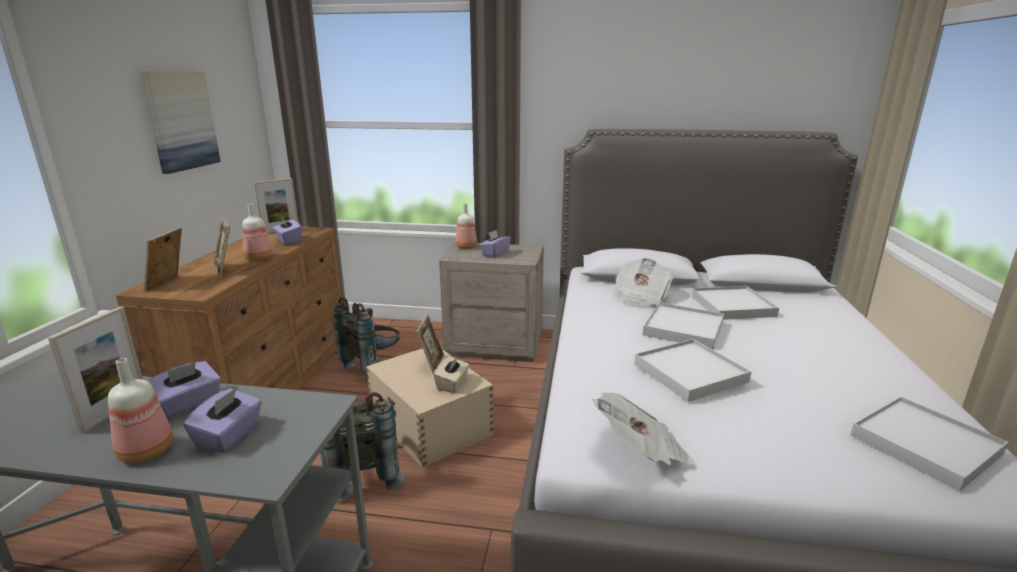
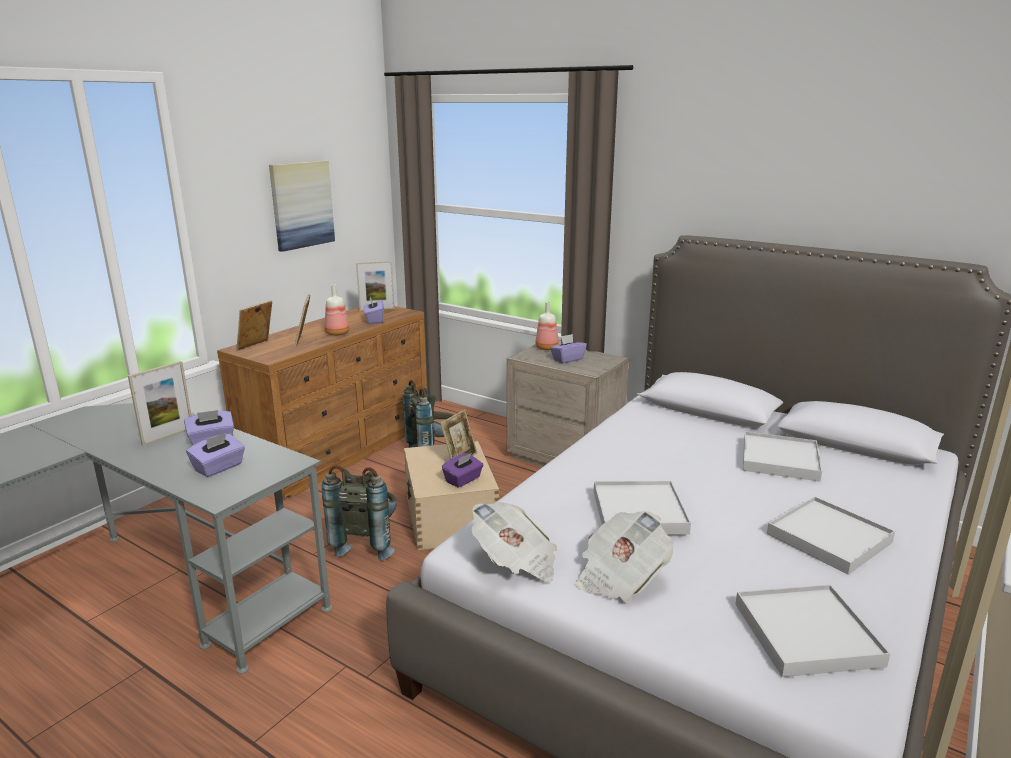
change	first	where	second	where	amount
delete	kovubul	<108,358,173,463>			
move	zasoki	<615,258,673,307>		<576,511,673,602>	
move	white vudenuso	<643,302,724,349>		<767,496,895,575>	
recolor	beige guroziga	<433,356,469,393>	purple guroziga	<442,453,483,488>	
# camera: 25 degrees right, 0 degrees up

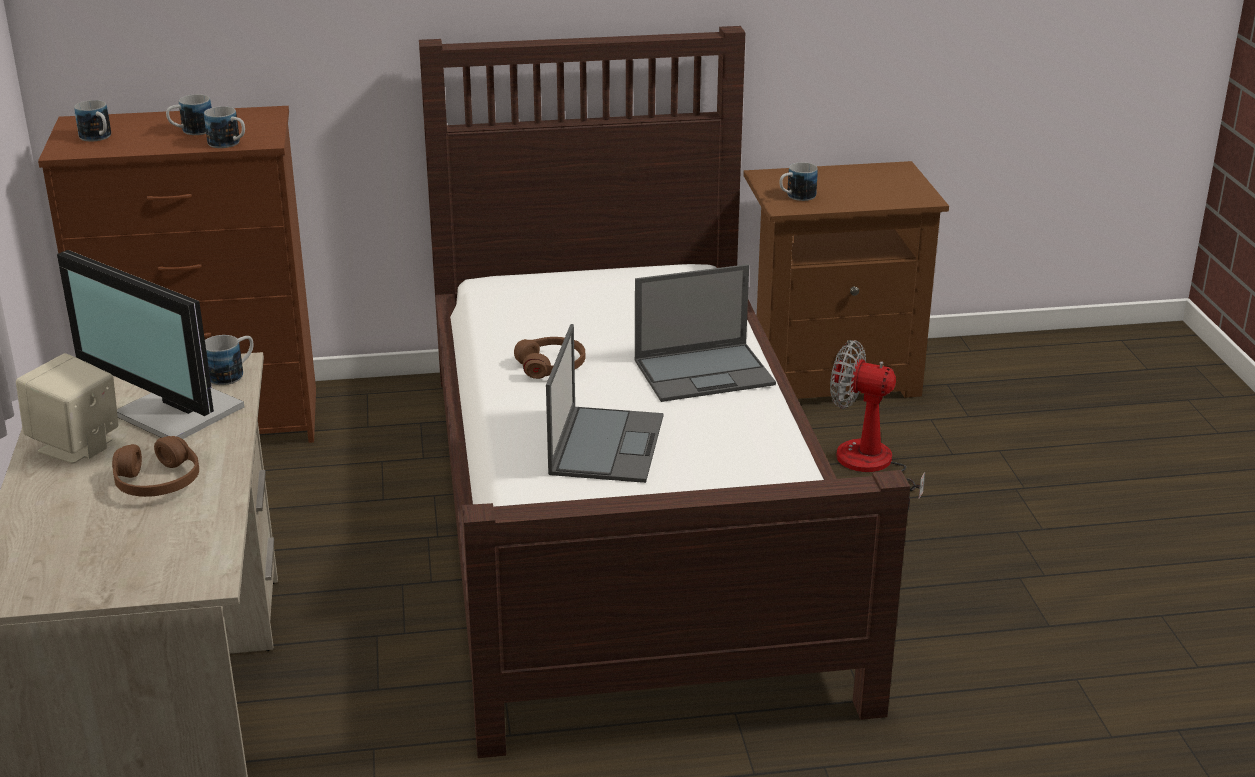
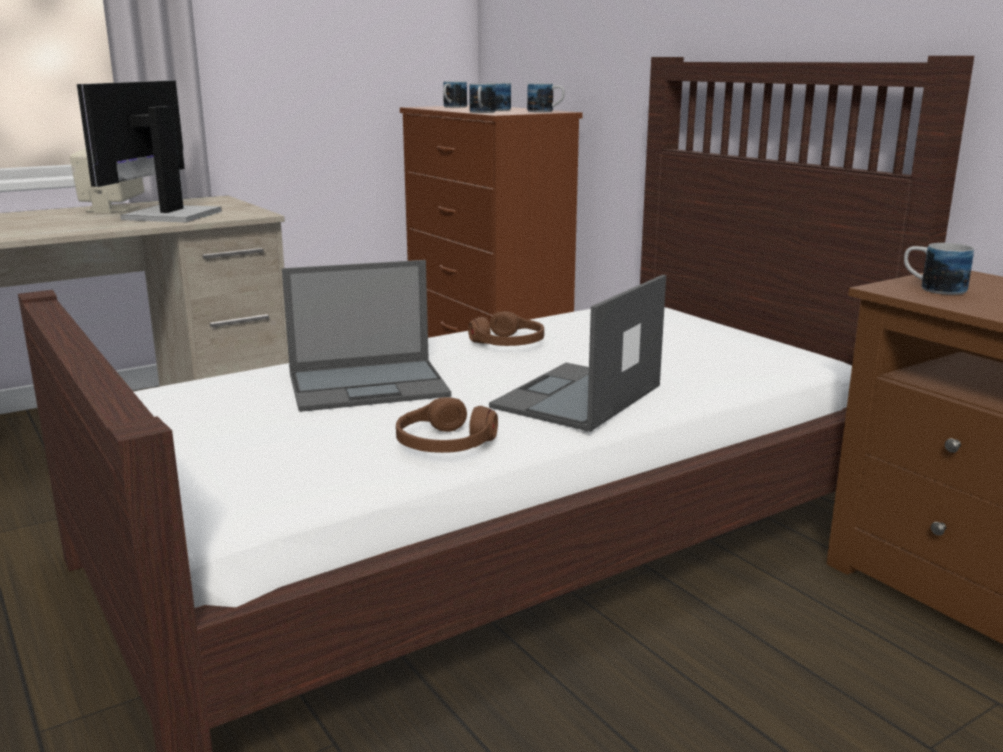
change	first	where	second	where	amount
delete	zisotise	<830,340,925,510>			
move	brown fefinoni	<112,436,199,497>		<396,397,498,453>	
move	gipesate	<205,335,253,385>		<527,83,565,112>	
rotate	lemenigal	<635,264,776,402>		<489,275,666,432>	75 degrees clockwise
# camera: 65 degrees right, 10 degrees down

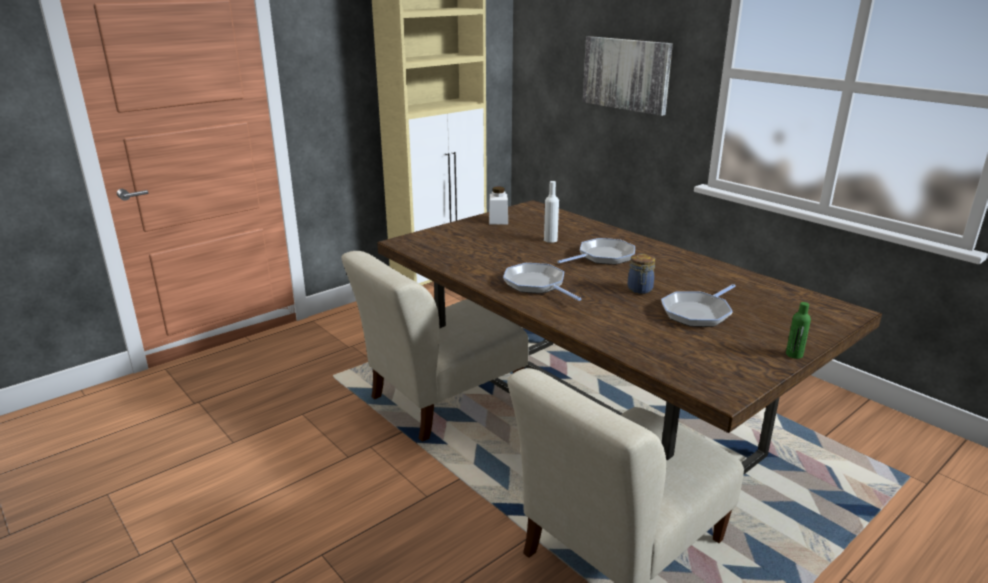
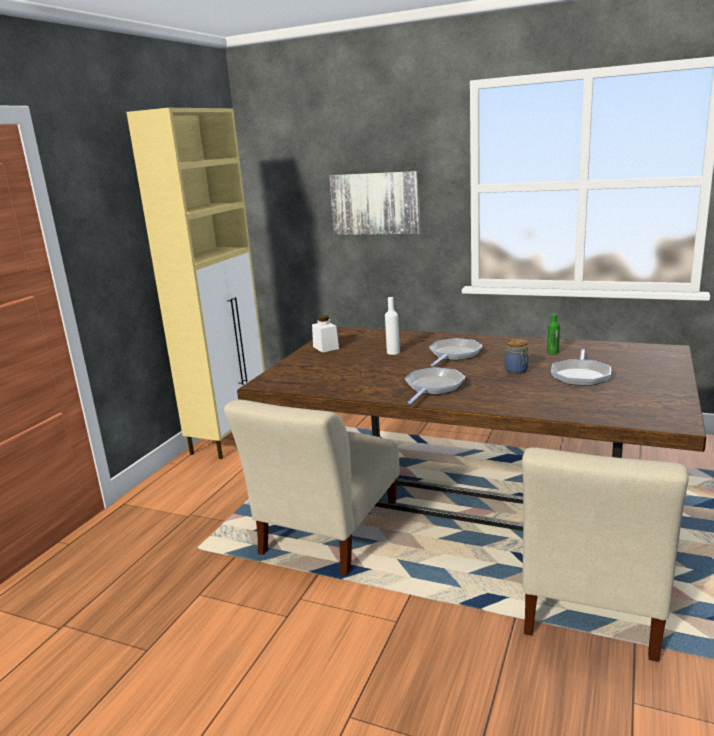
change	first	where	second	where	amount
move	green kovubul	<786,302,811,359>		<547,314,560,354>	
rotate	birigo	<503,263,582,301>		<405,367,465,404>	90 degrees clockwise
# camera: 25 degrees left, 5 degrees down

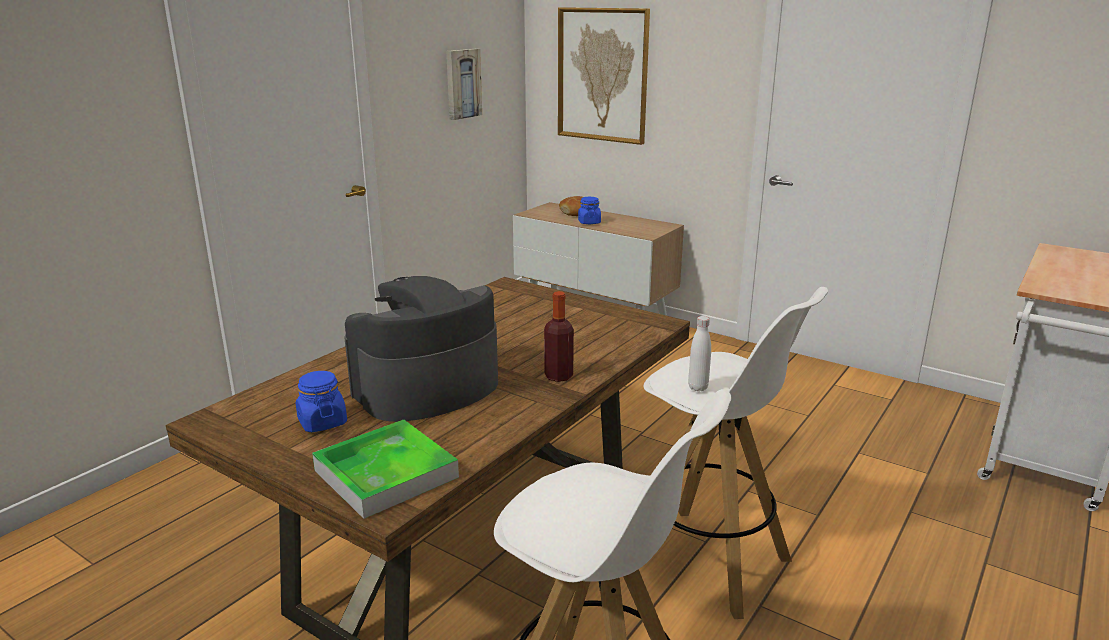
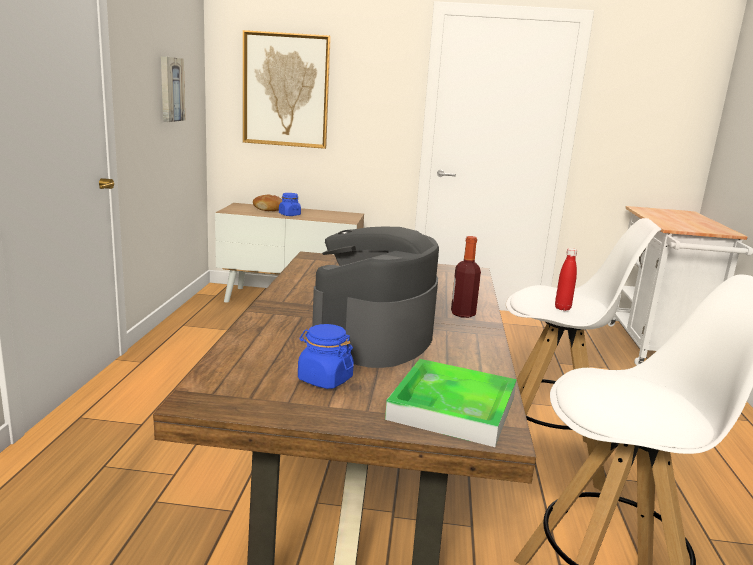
change	first	where	second	where	amount
recolor	white kovubul	<688,316,711,391>	red kovubul	<555,248,577,311>	
# camera: 30 degrees left, 5 degrees down

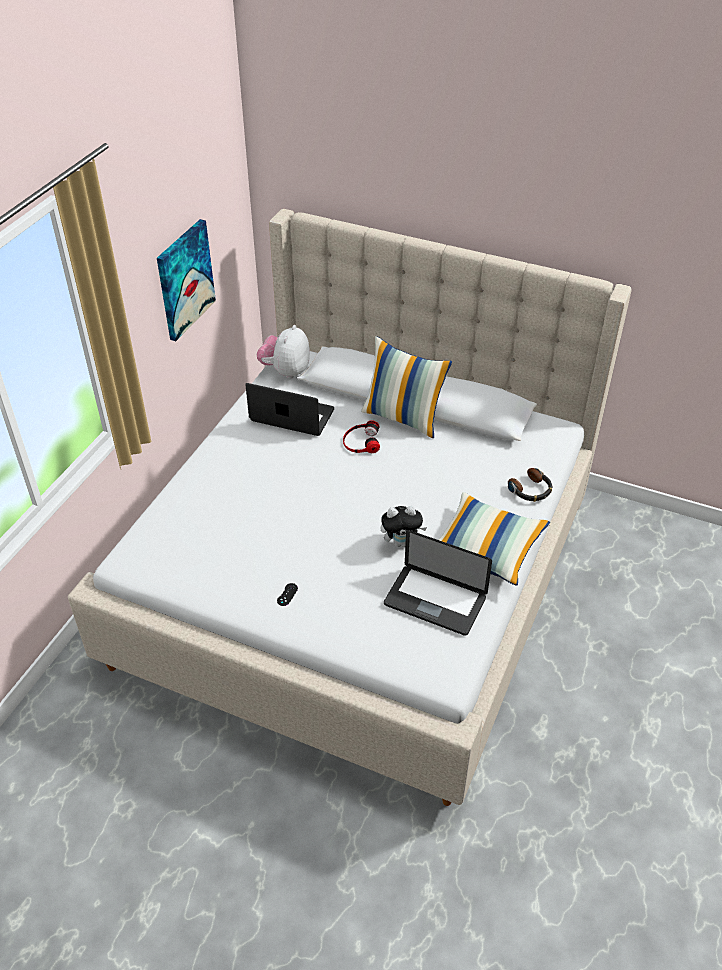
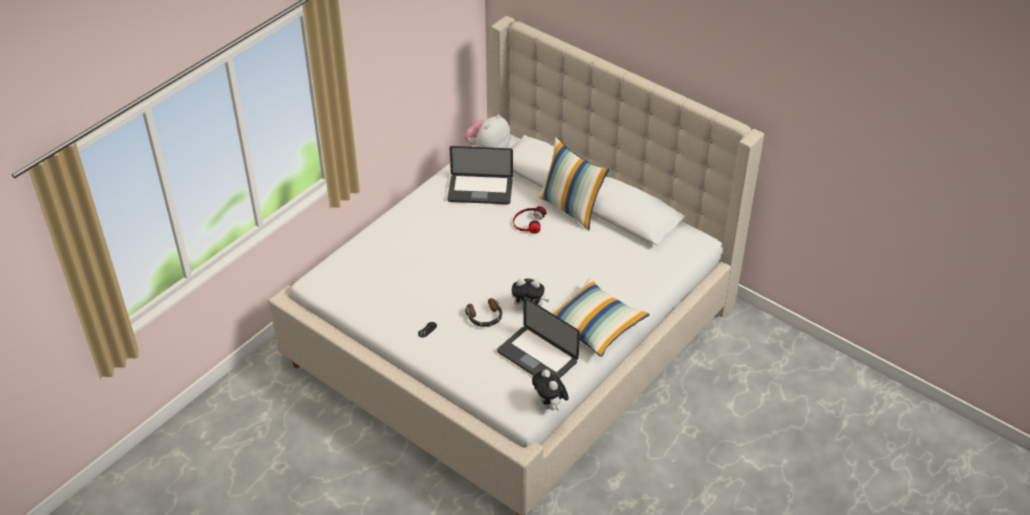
change	first	where	second	where	amount
delete	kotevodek	<157,219,216,341>			
insert			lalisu	<532,369,569,411>	
move	fefinoni	<508,468,553,502>		<465,298,502,327>	
rotate	lemenigal	<245,383,334,436>		<447,146,513,204>	150 degrees clockwise
# camera: 15 degrees right, 0 degrees up

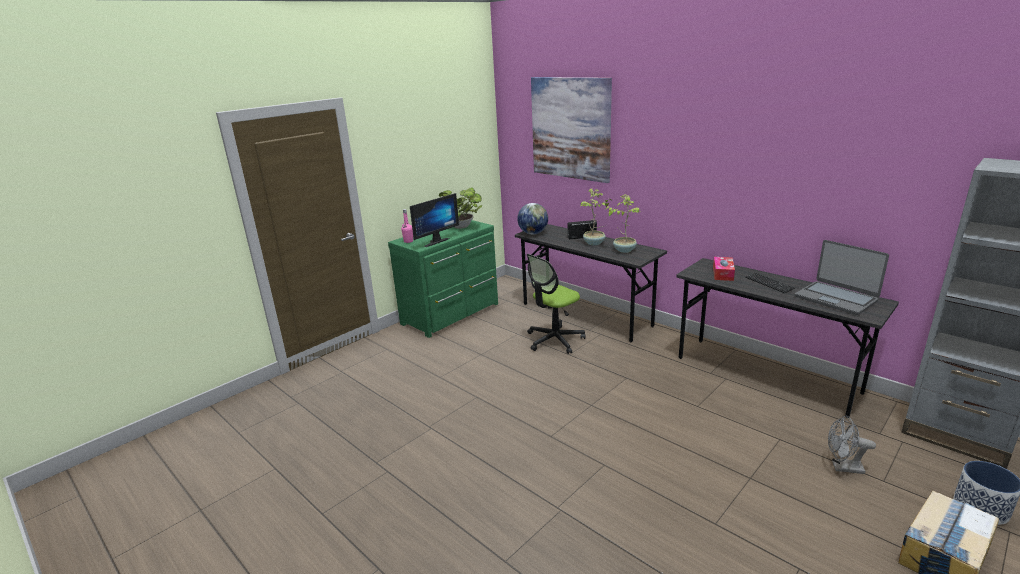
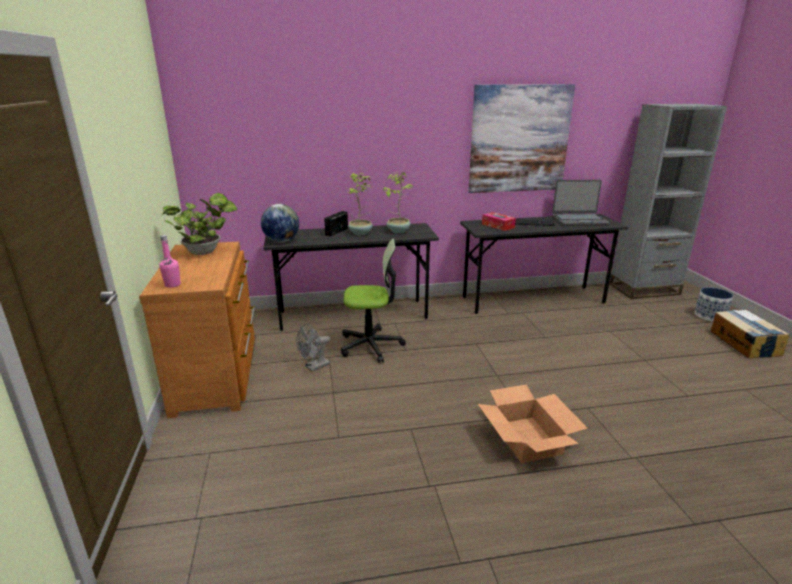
change	first	where	second	where	amount
delete	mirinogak	<410,193,459,247>			
insert			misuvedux	<478,385,588,463>	
move	kotevodek	<531,77,612,183>		<468,84,575,193>	
move	grey zisotise	<828,416,876,474>		<296,324,330,371>	
recolor	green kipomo	<388,220,498,338>	brown kipomo	<139,242,255,418>	
rotate	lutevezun	<527,254,586,354>		<341,239,406,363>	90 degrees counterclockwise
# camera: 55 degrees left, 0 degrees up

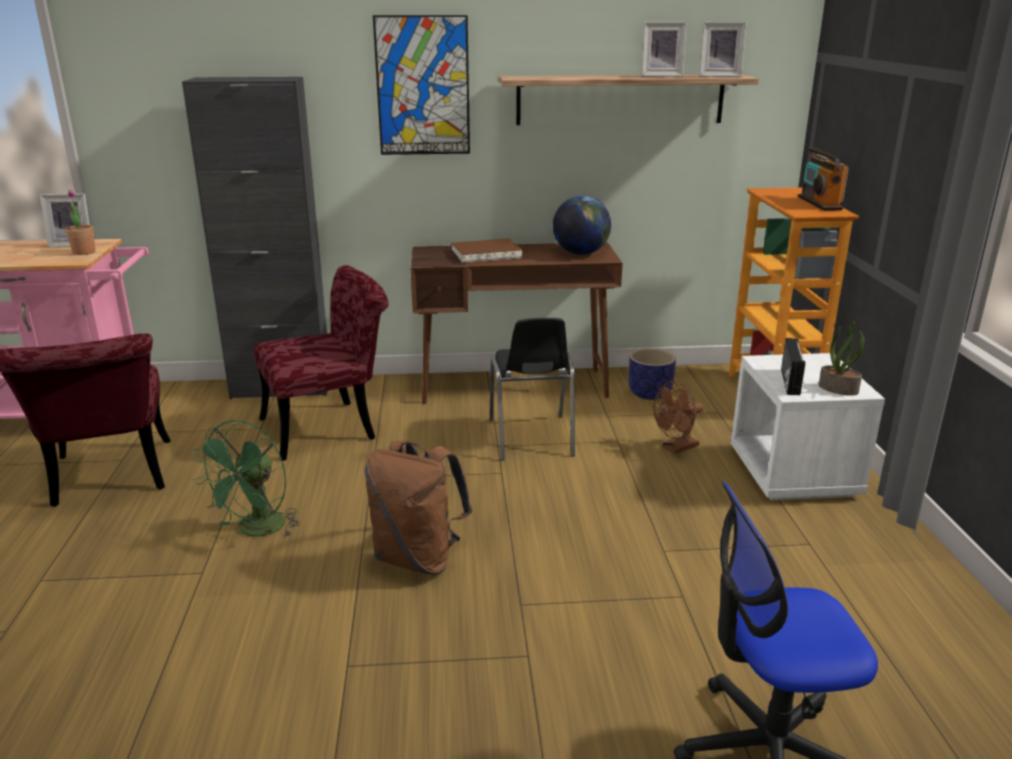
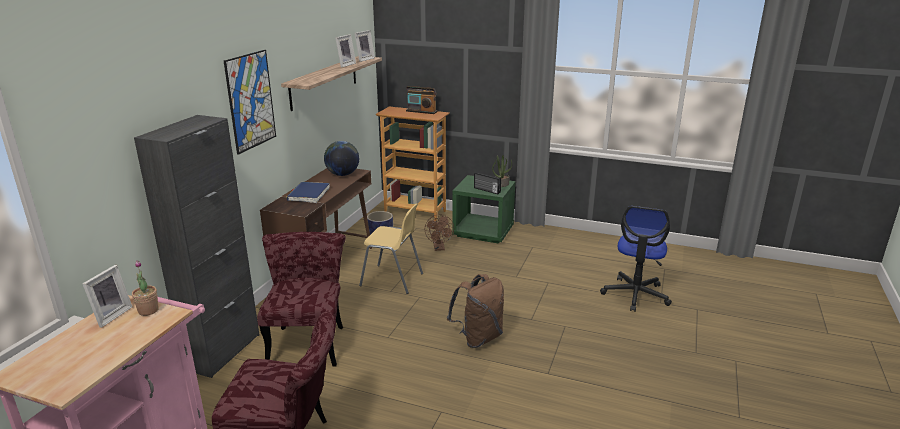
change	first	where	second	where	amount
delete	green zisotise	<193,420,300,537>			
recolor	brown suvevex	<451,238,522,263>	blue suvevex	<286,182,330,203>	
recolor	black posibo	<489,318,575,461>	yellow posibo	<359,203,423,294>	
recolor	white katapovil	<731,353,885,500>	green katapovil	<452,175,516,244>	
# camera: 65 degrees left, 0 degrees up

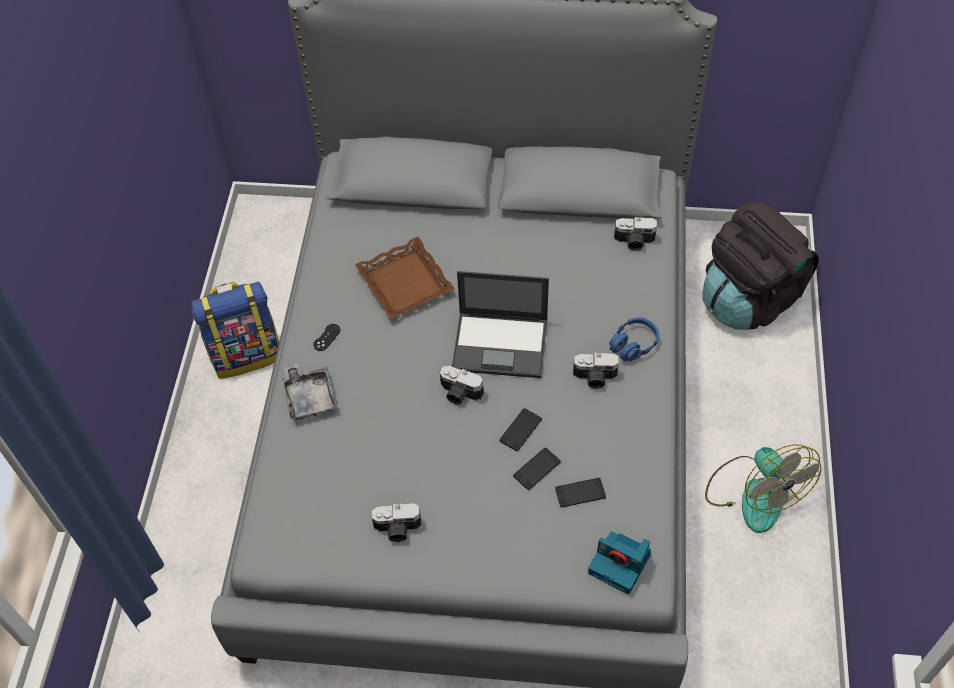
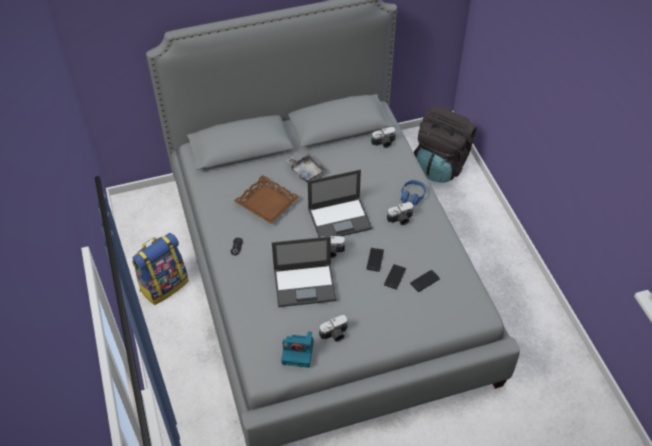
change	first	where	second	where	amount
delete	zisotise	<705,444,821,533>			
insert			lemenigal	<272,236,336,307>	
move	grey vudenuso	<282,363,338,420>		<286,153,327,183>	
move	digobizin	<588,531,651,594>		<281,331,314,368>	
# camera: 25 degrees left, 5 degrees down

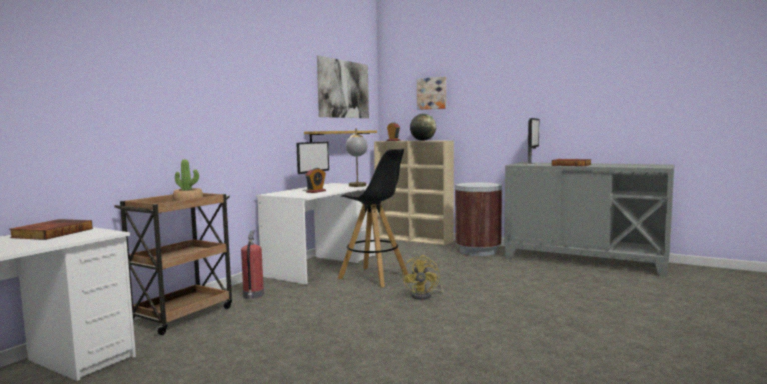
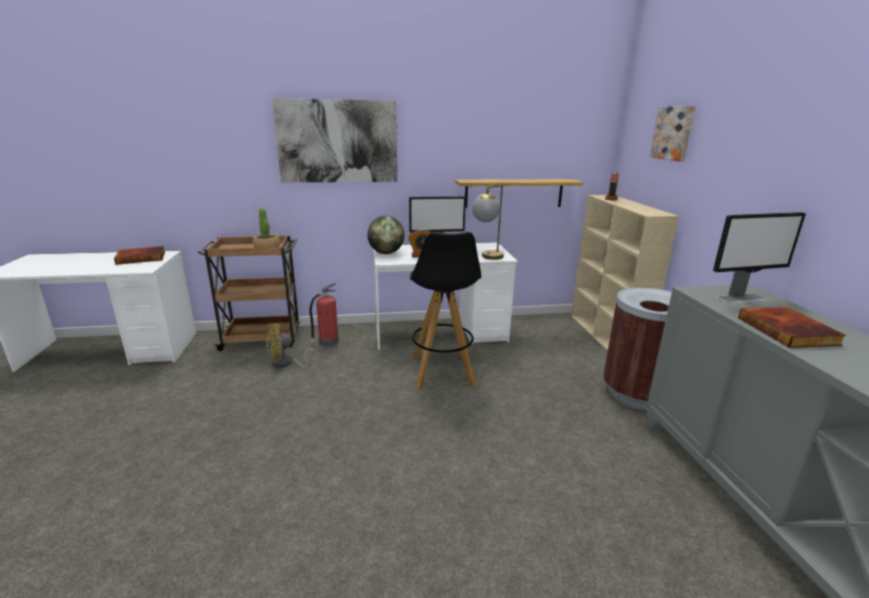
change	first	where	second	where	amount
move	kotevodek	<317,55,369,118>		<272,98,397,182>	
move	yellow zisotise	<402,255,443,300>		<266,324,319,368>	
move	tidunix	<410,114,436,141>		<367,216,404,254>	
# camera: 50 degrees right, 15 degrees up

